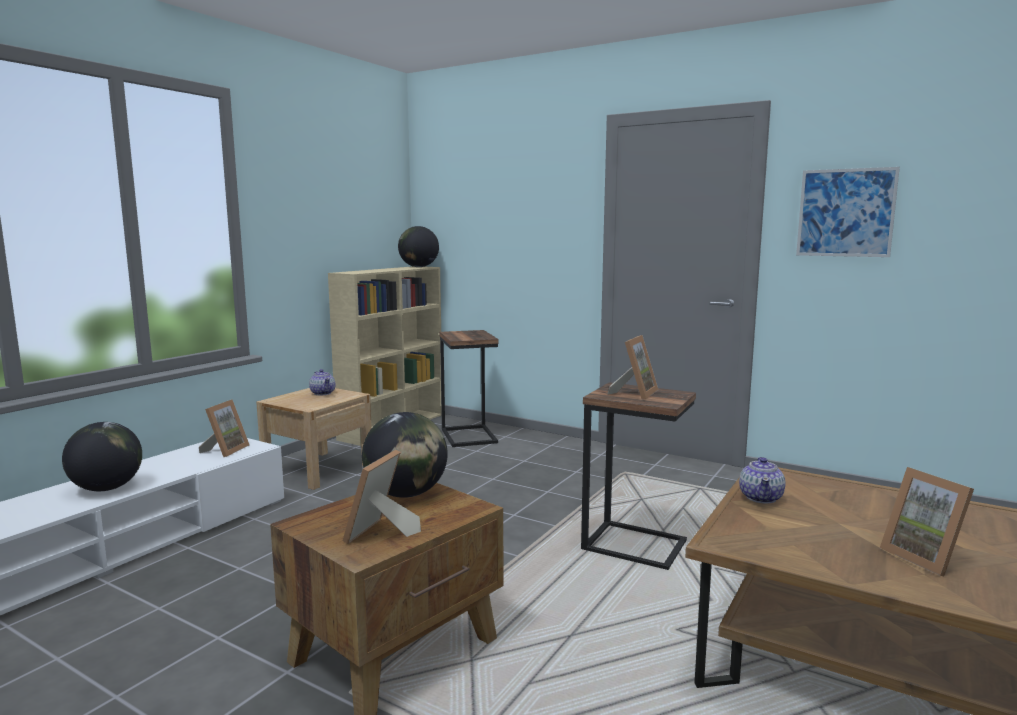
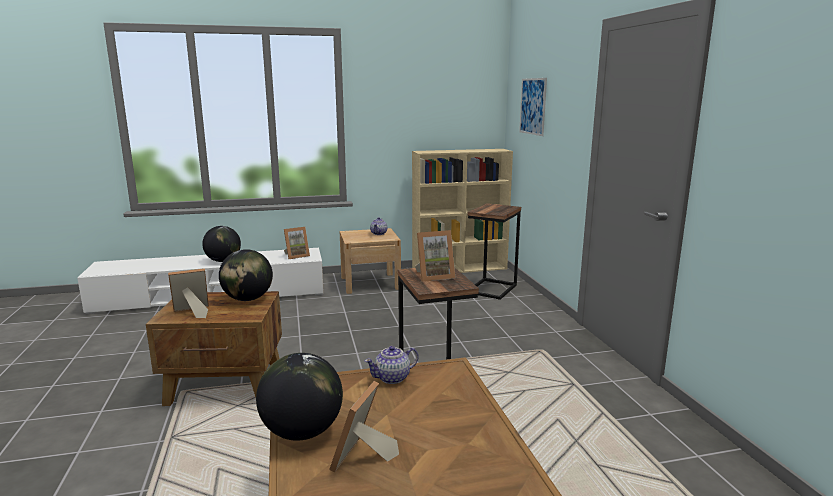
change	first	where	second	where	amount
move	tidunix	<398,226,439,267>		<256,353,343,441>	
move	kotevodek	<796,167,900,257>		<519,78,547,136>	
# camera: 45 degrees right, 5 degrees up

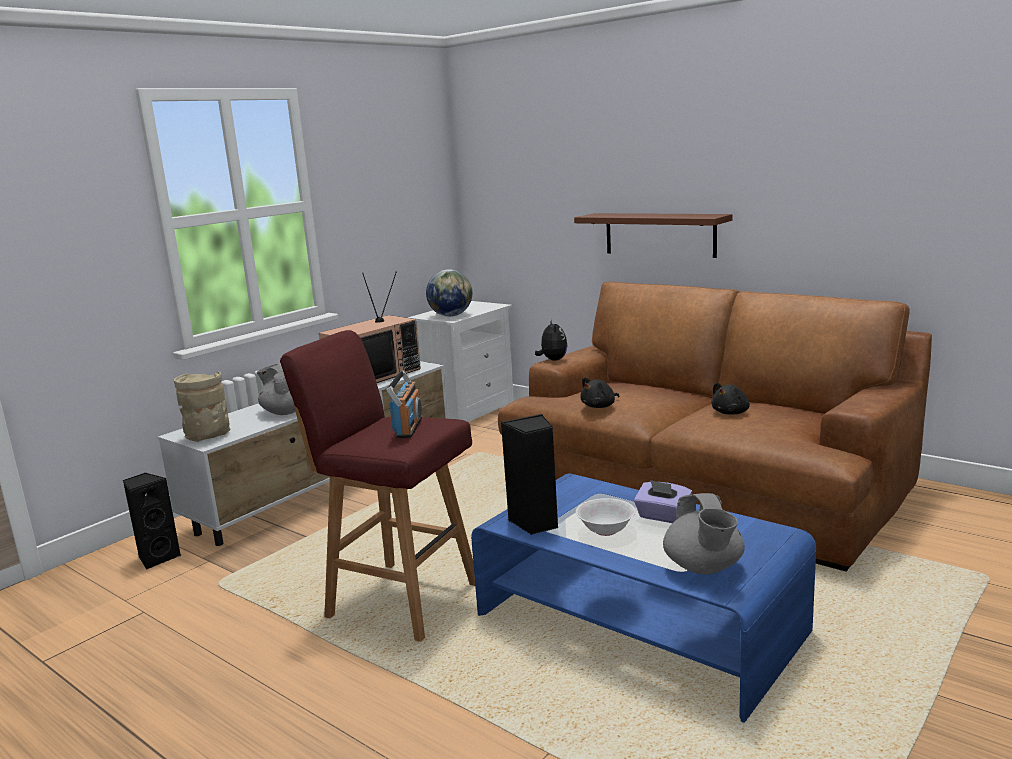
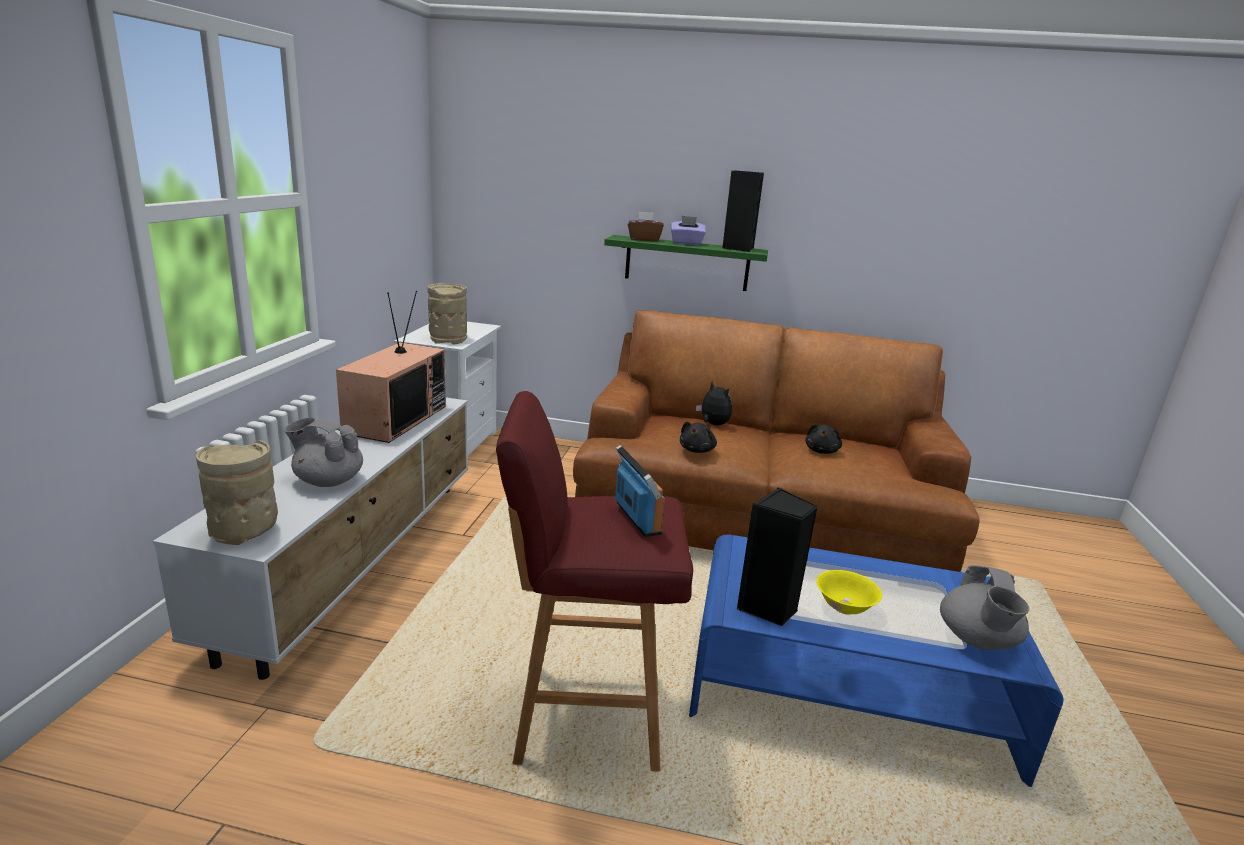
change	first	where	second	where	amount
insert			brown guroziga	<628,212,664,242>	
move	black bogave	<122,473,181,570>		<722,170,764,252>	
move	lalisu	<535,319,567,361>		<696,381,732,426>	
move	purple guroziga	<634,480,692,523>		<671,216,706,245>	
replace	tidunix	<426,269,472,317>	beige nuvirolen	<428,283,467,345>	
recolor	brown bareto	<574,213,733,258>	green bareto	<604,235,768,291>	
recolor	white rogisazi	<576,498,635,536>	yellow rogisazi	<816,570,882,615>	
rotate	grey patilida	<663,493,745,574>		<940,565,1029,650>	45 degrees clockwise
# camera: 30 degrees left, 5 degrees up

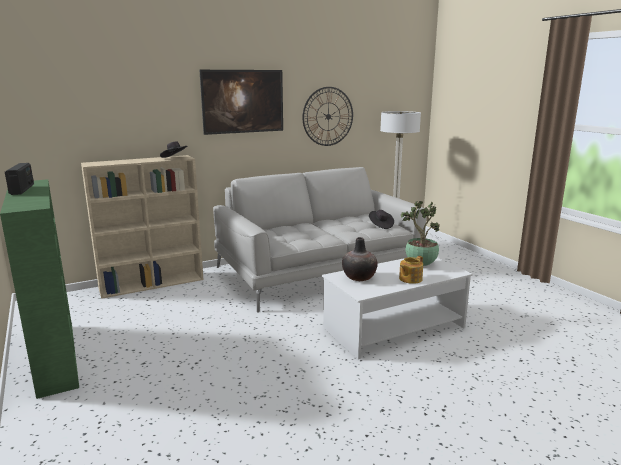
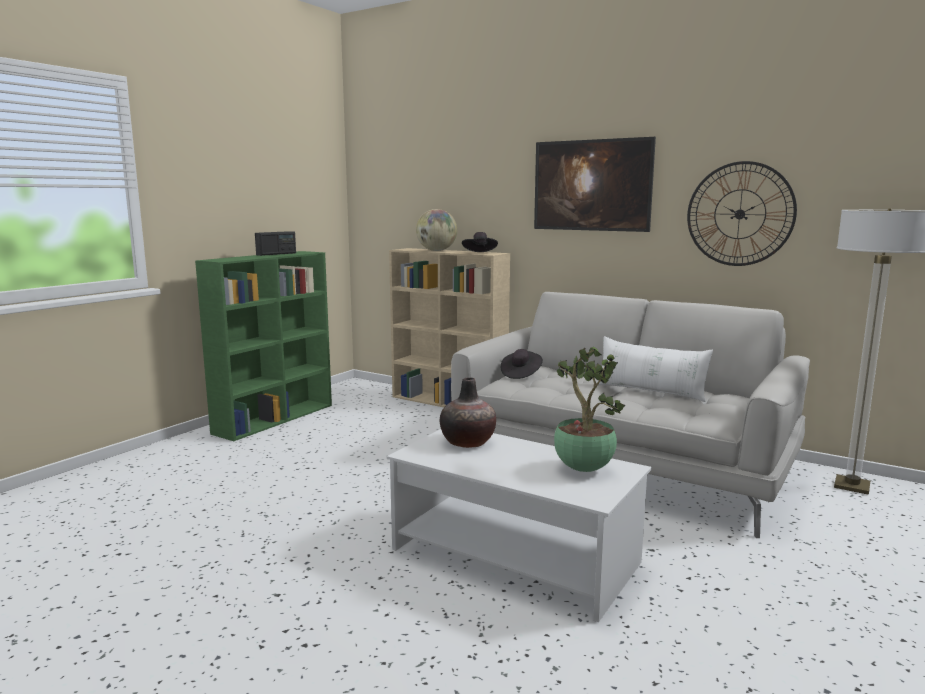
change	first	where	second	where	amount
delete	patilida	<399,256,423,284>			
insert			tidunix	<416,209,457,251>	
insert			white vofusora	<596,336,713,402>	
move	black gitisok	<369,210,394,229>		<501,349,543,379>	
# camera: 60 degrees right, 5 degrees down

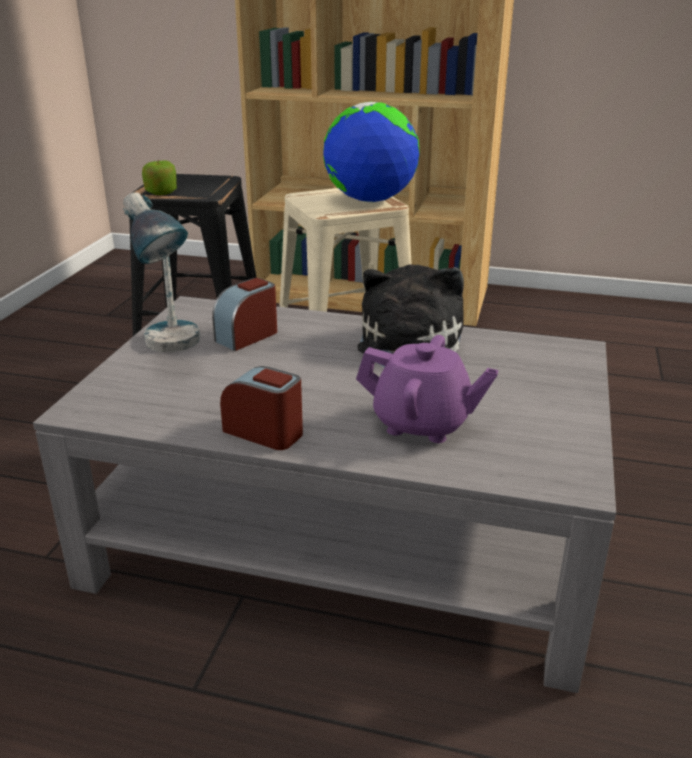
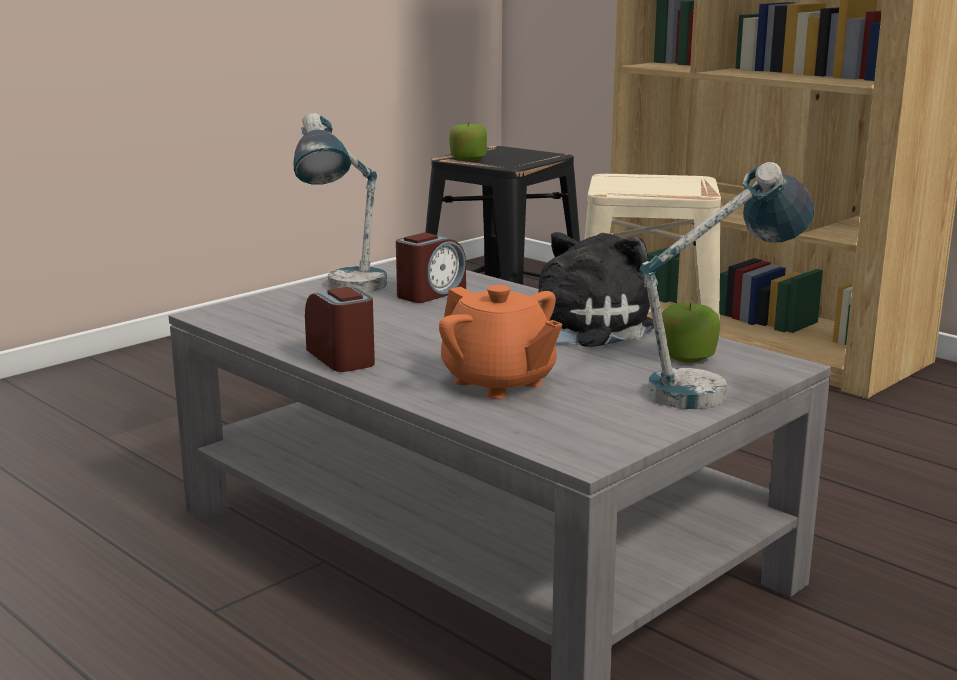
change	first	where	second	where	amount
delete	tidunix	<323,102,420,203>			
insert			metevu	<639,162,814,409>	
insert			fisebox	<662,303,720,363>	
recolor	purple patilida	<356,335,498,443>	orange patilida	<439,285,562,399>	
rotate	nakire	<212,278,277,351>		<396,232,466,303>	150 degrees clockwise
# camera: 30 degrees right, 10 degrees down

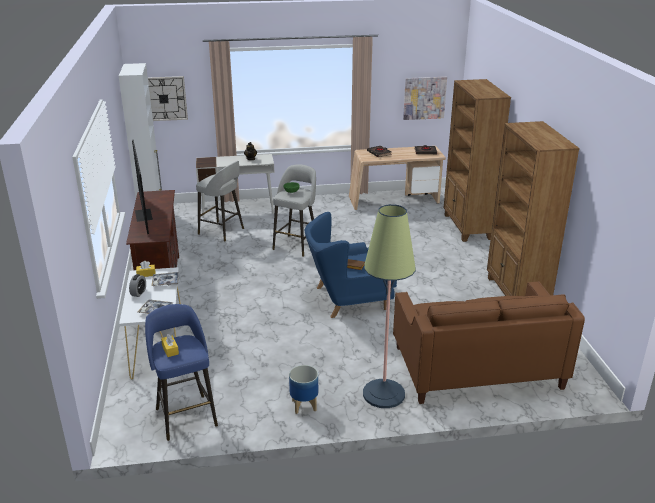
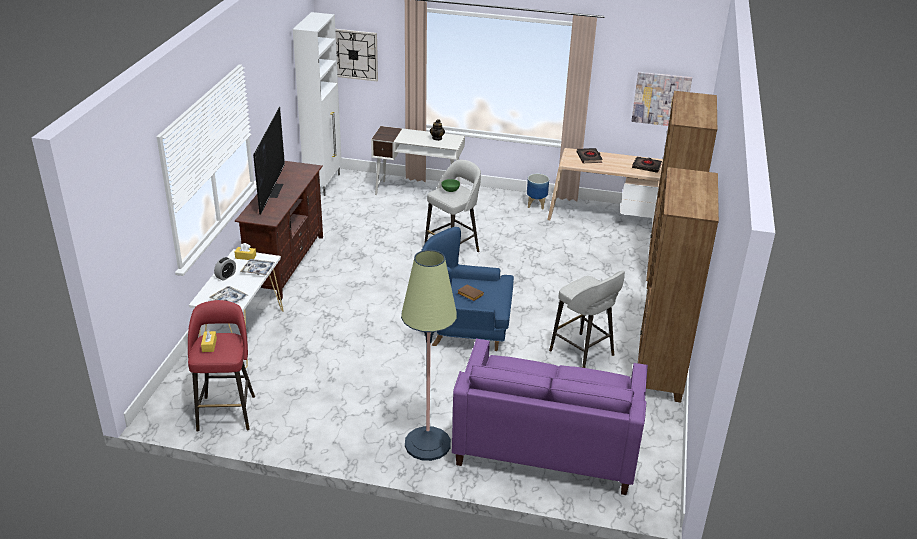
change	first	where	second	where	amount
move	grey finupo	<196,161,244,242>		<549,271,625,368>	
move	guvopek	<289,365,318,414>		<527,174,549,209>	
recolor	blue finupo	<145,304,218,441>	red finupo	<188,300,255,432>	
recolor	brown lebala	<393,281,585,404>	purple lebala	<452,338,648,495>	
# camera: 20 degrees right, 5 degrees up

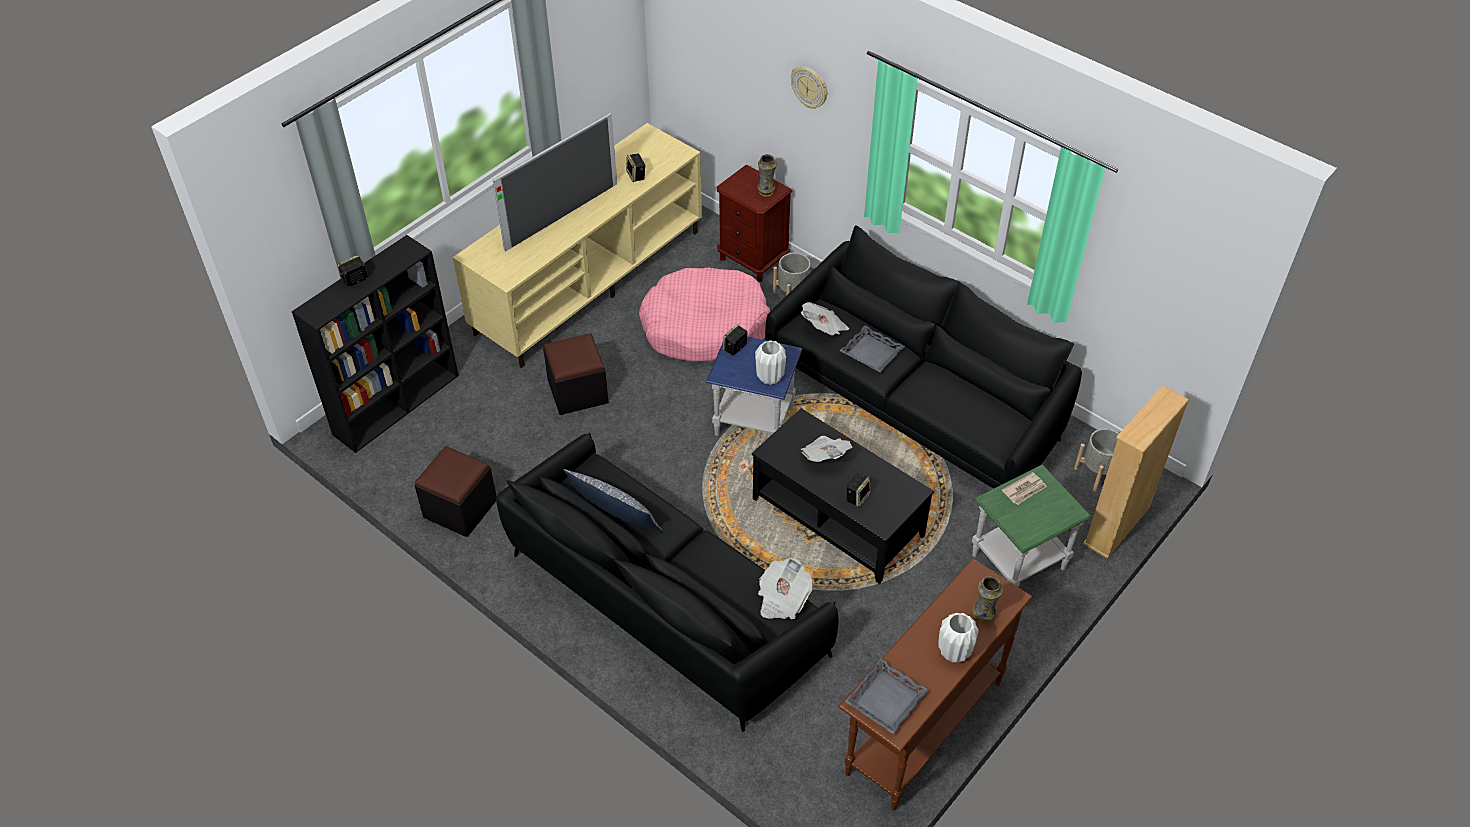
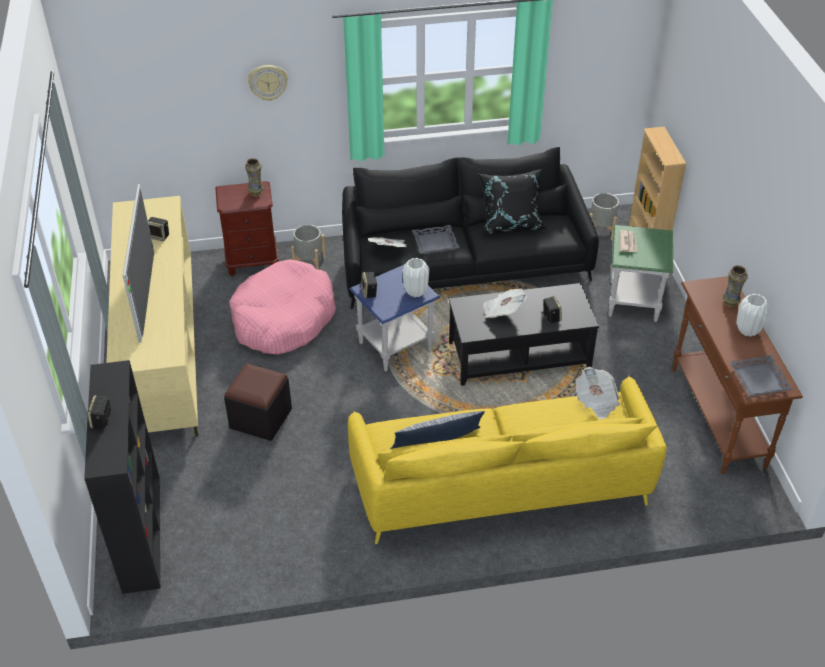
change	first	where	second	where	amount
delete	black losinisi	<415,446,497,537>			
insert			black vofusora	<478,169,547,234>	
recolor	black lebala	<496,432,838,732>	yellow lebala	<348,376,667,544>	
# camera: 50 degrees left, 5 degrees down

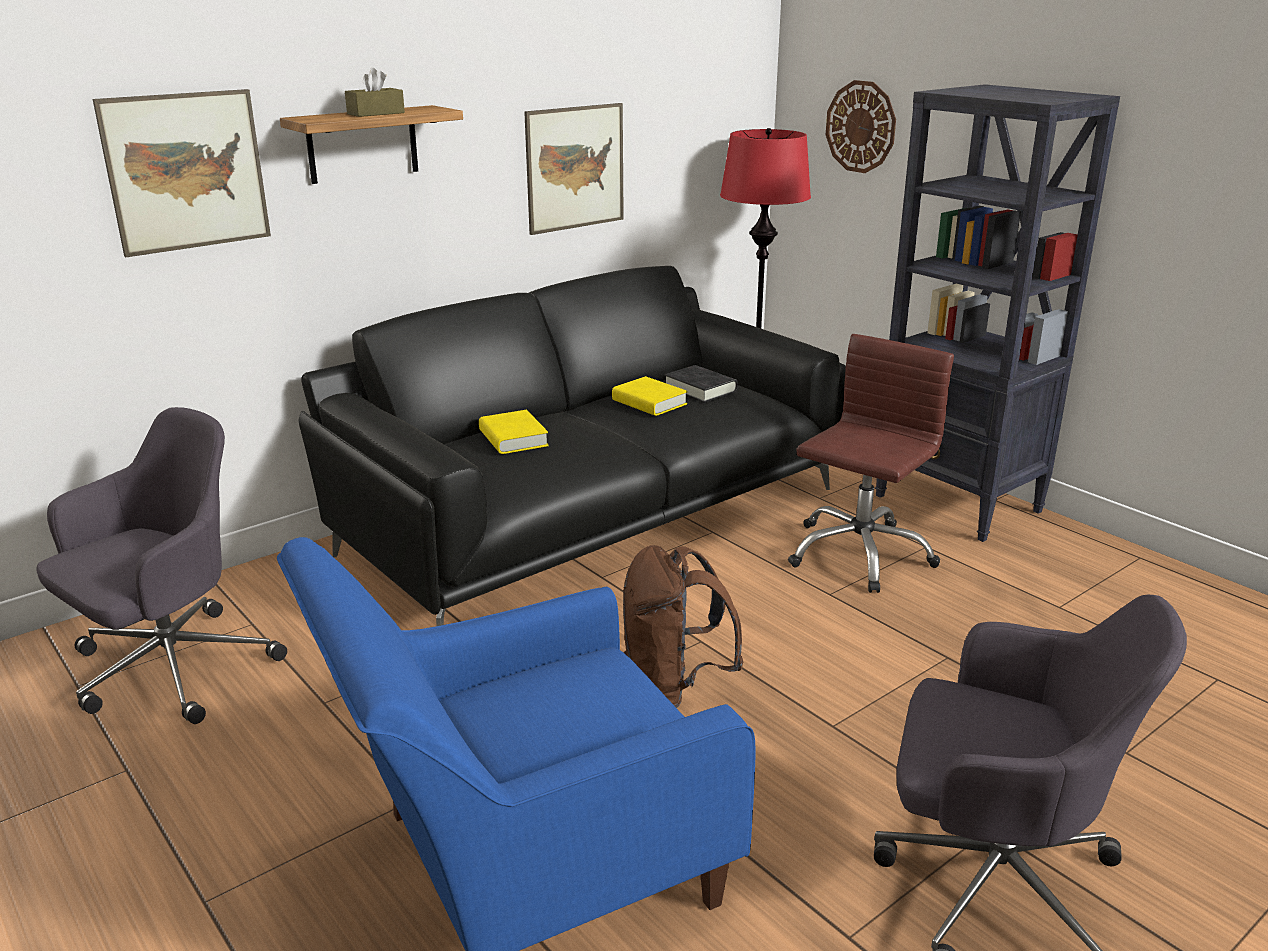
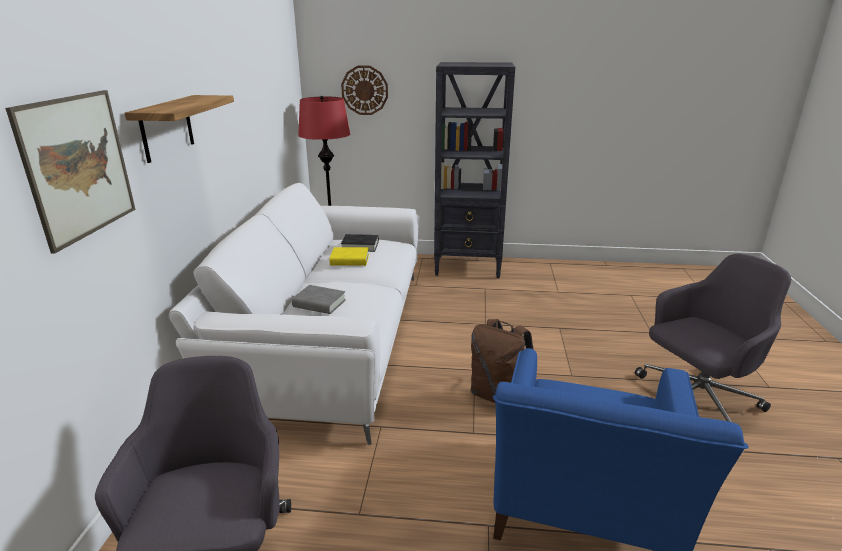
change	first	where	second	where	amount
delete	brown guroziga	<345,68,405,117>			
delete	kotevodek	<524,103,624,235>			
delete	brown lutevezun	<788,334,954,593>			
recolor	black lebala	<298,266,846,626>	white lebala	<169,183,419,445>	
recolor	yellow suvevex	<479,410,549,454>	grey suvevex	<292,285,346,314>	
# camera: 45 degrees left, 0 degrees up

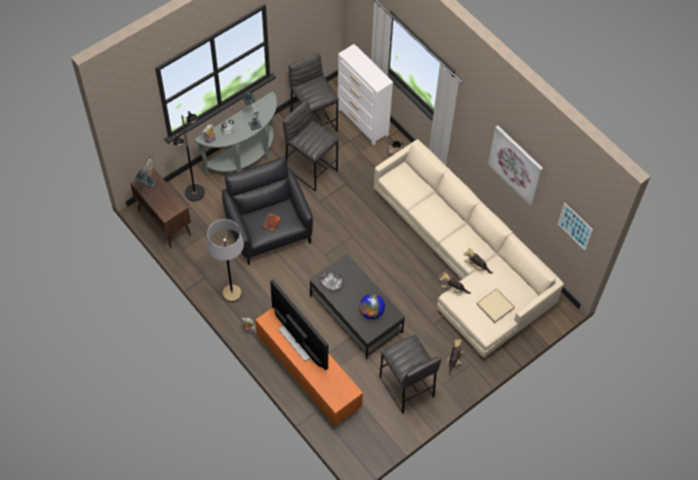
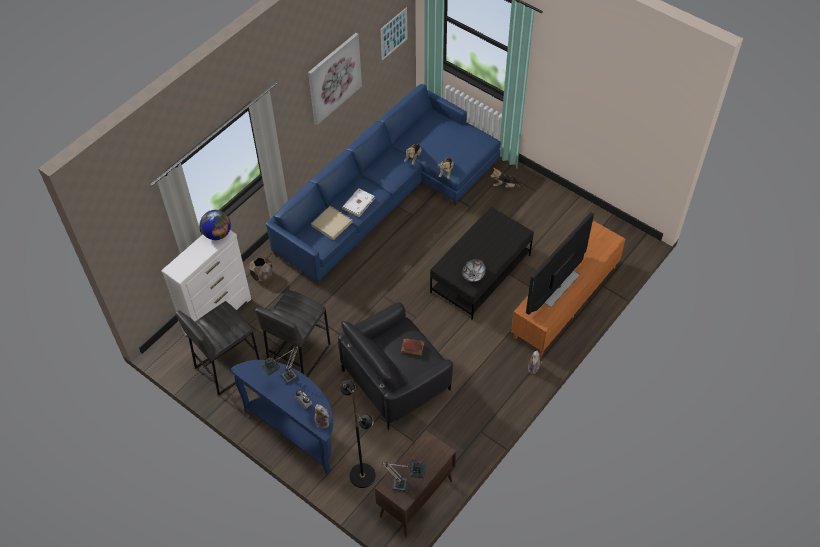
change	first	where	second	where	amount
delete	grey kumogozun	<207,219,244,302>			
delete	grey finupo	<379,335,442,414>			
insert			white suvevex	<342,188,375,217>	
move	tidunix	<359,294,385,319>		<200,210,231,240>	
move	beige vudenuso	<476,288,515,323>		<311,206,352,240>	
recolor	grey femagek	<194,91,277,174>	blue femagek	<230,360,333,475>	
recolor	beige lebala	<374,139,564,359>	blue lebala	<266,84,501,285>	
# camera: 100 degrees left, 5 degrees down

